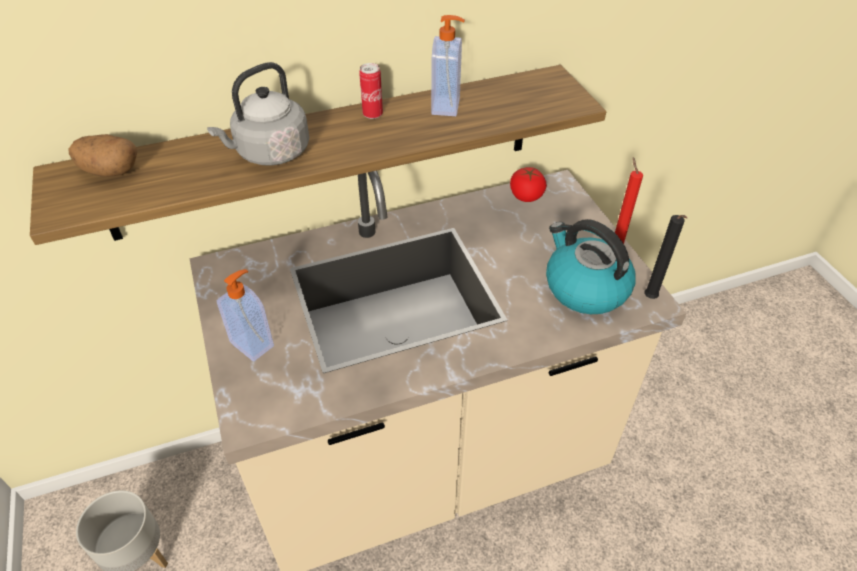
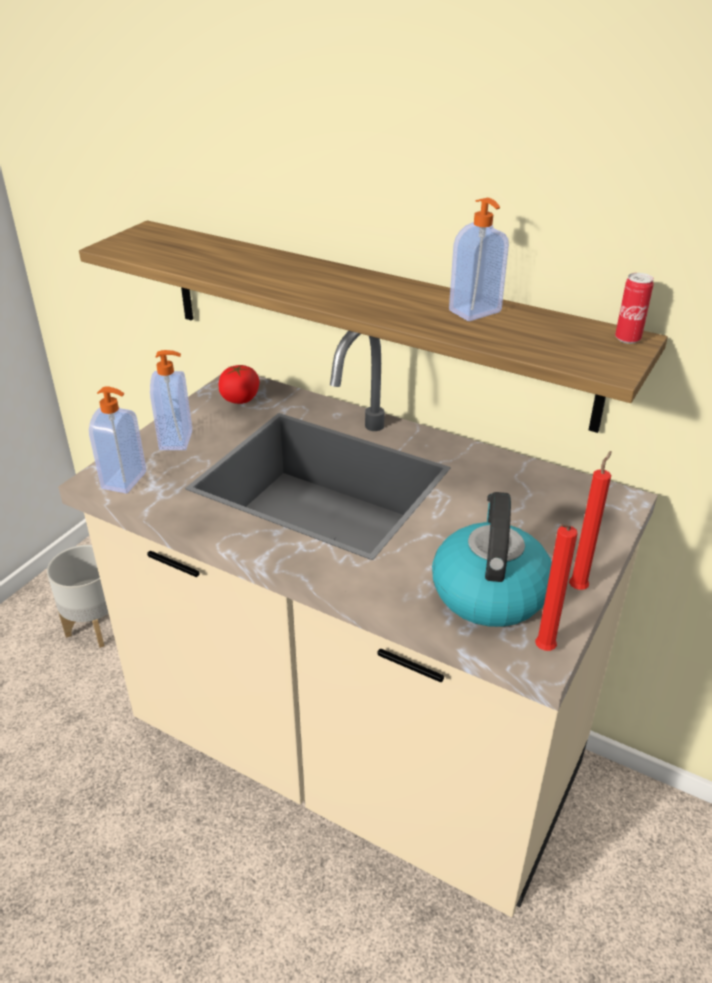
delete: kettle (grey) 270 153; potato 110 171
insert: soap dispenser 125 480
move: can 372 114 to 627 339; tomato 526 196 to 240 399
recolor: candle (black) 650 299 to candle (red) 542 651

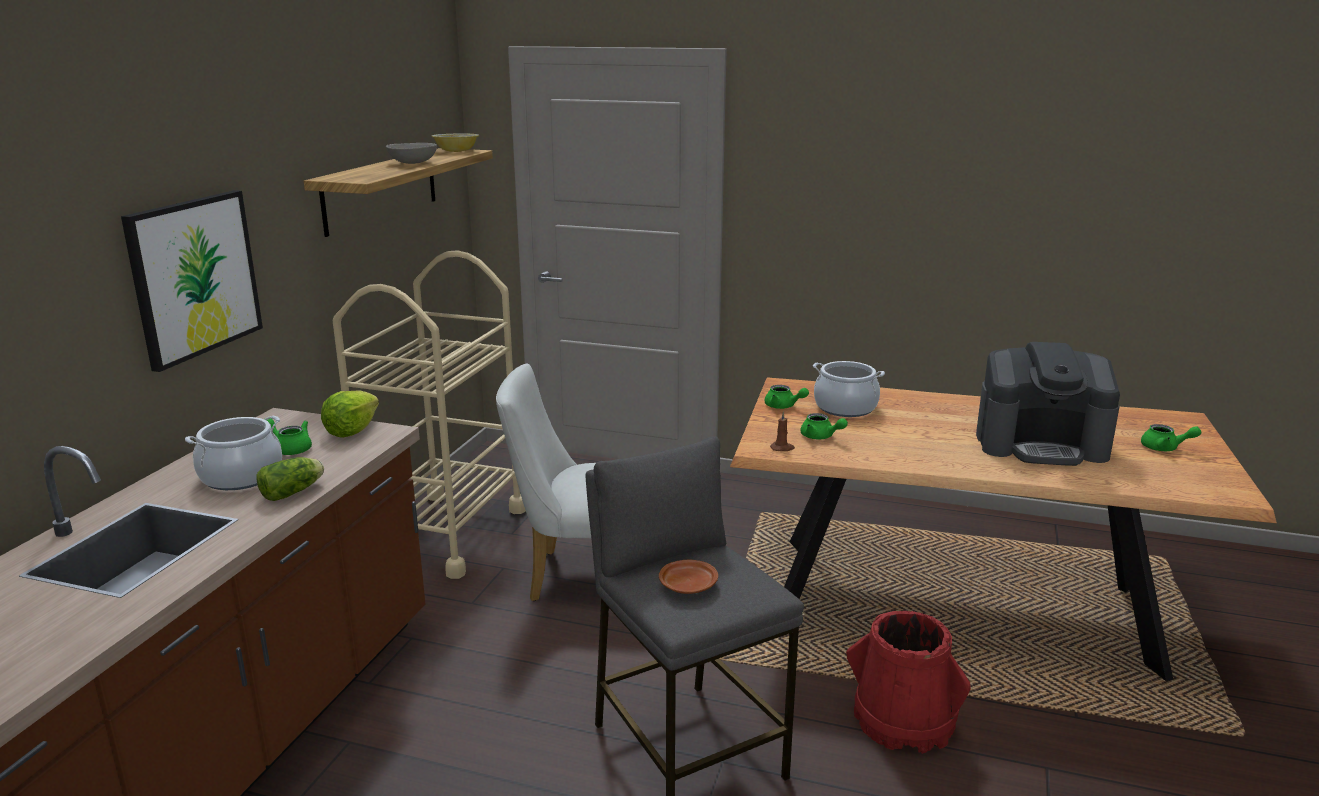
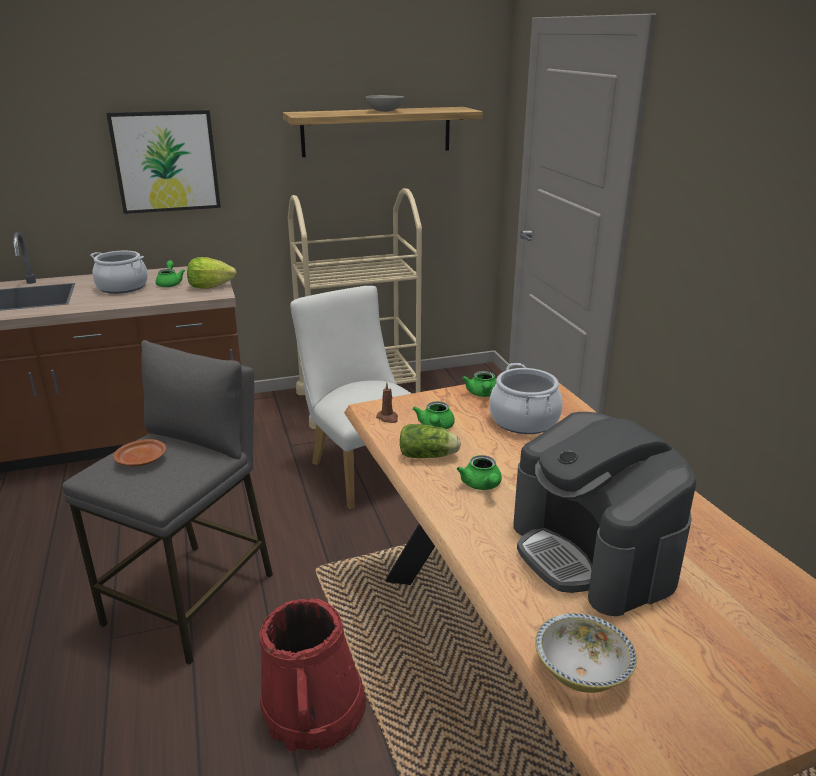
move: bowl 456 151 to 581 672; teapot (green) 1165 448 to 482 485; lettuce 294 492 to 429 456

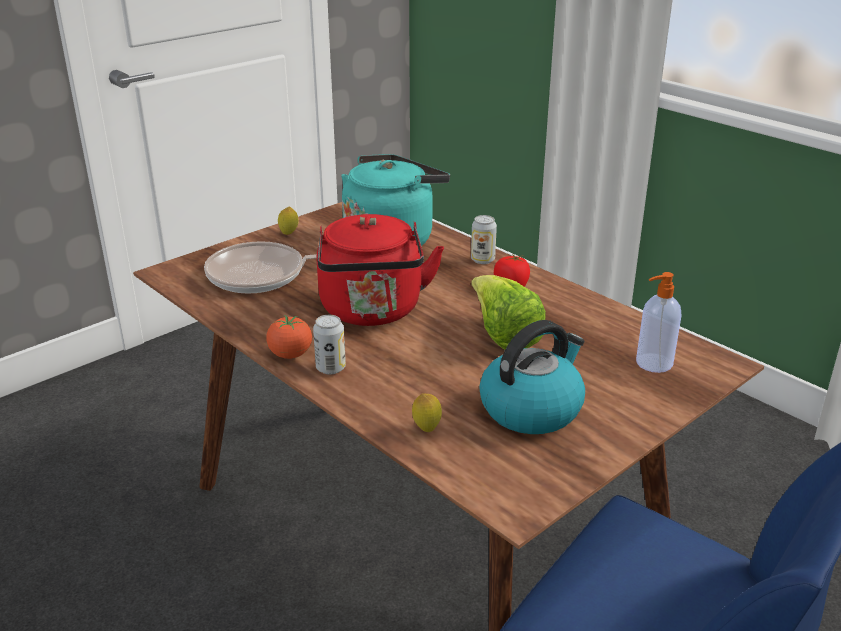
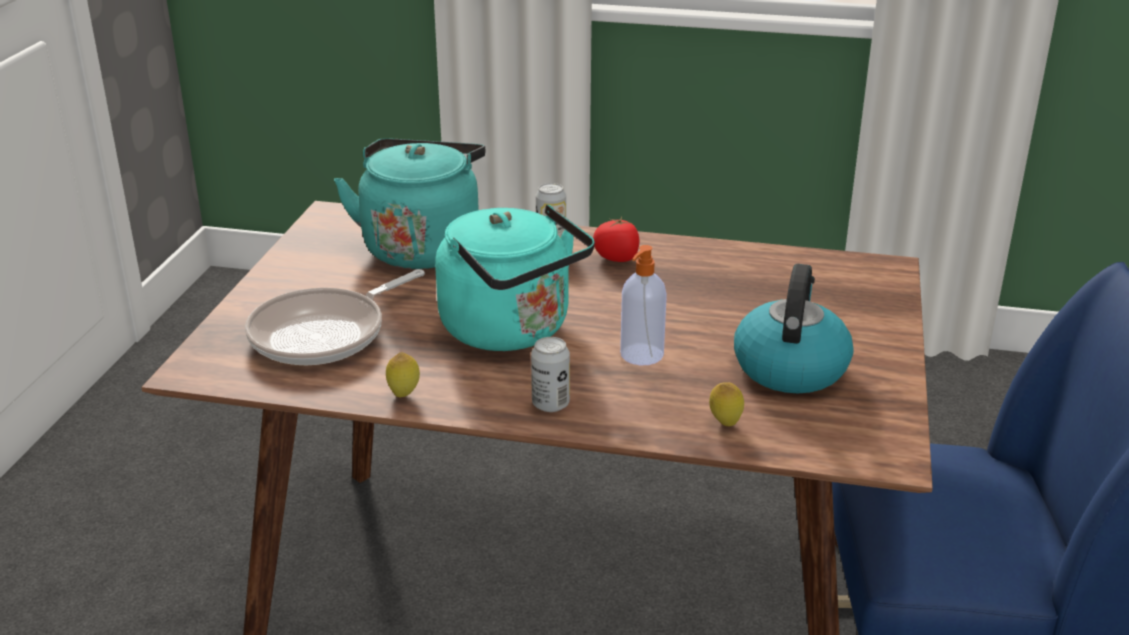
delete: lettuce 503 336; tomato 290 355
move: lemon 289 234 to 404 394; soap dispenser 653 363 to 641 355
recolor: kettle (red) 372 312 to kettle (turquoise) 512 331

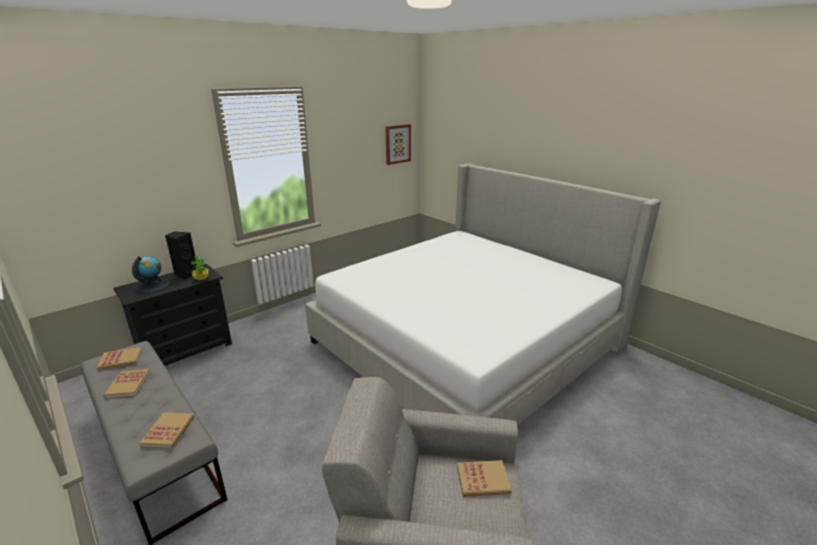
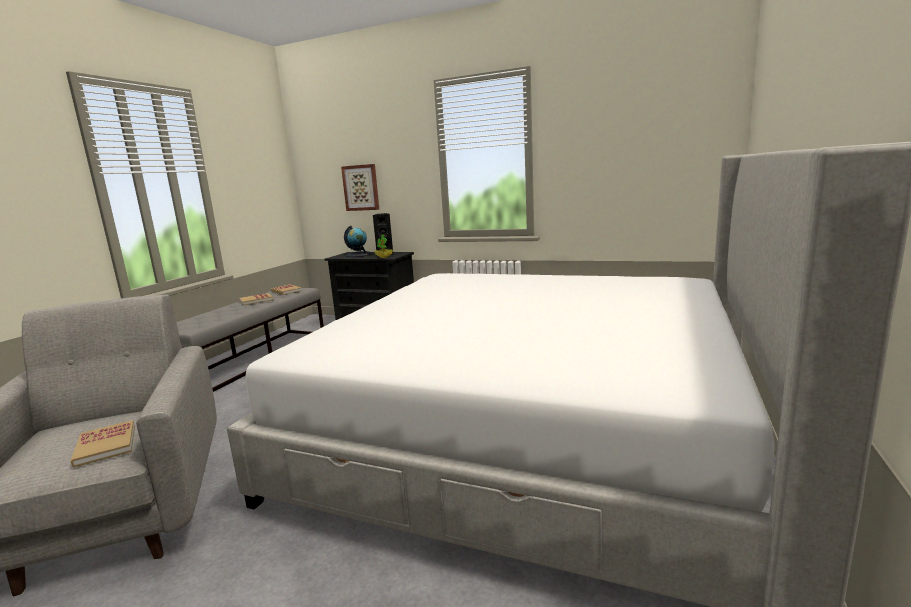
delete: book 168 431
move: picture 397 144 to 361 187

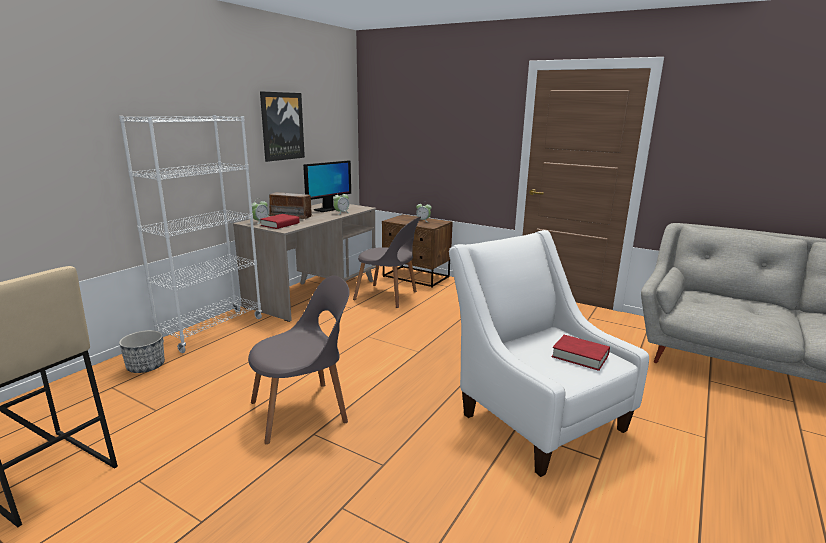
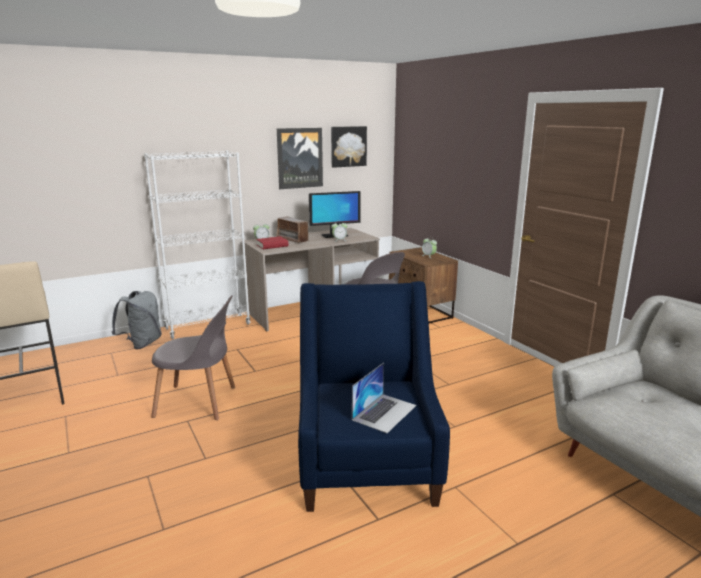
insert: picture 348 146
replace: planter 146 367 to backpack (grey) 142 344; book (red) 580 356 to laptop 384 412
recolor: armchair (white) 534 416 to armchair (blue) 367 463

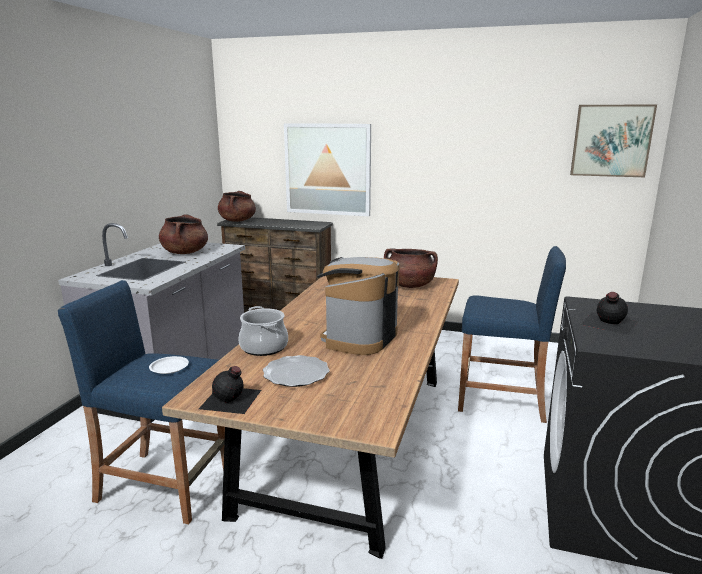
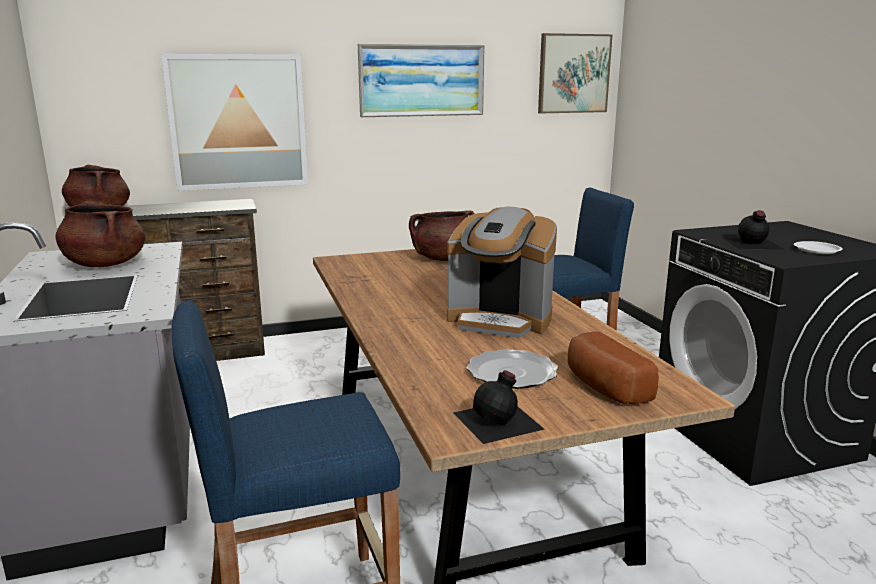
delete: cooking pot 263 347
insert: picture 421 80; bread 603 387
move: plate (white) 169 367 to 816 250
rotate: coffee machine 358 338 = 500 320 60 degrees counterclockwise

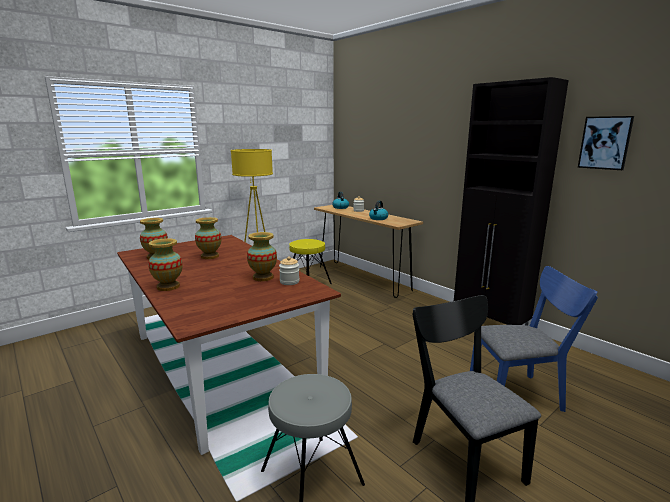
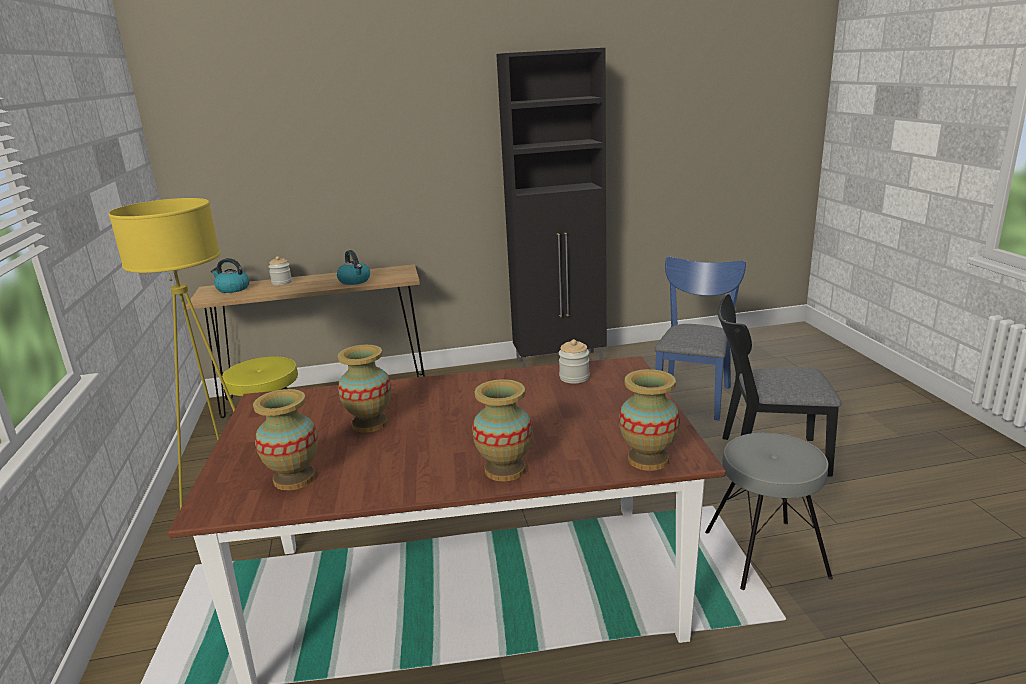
delete: picture 605 143
move: vase 263 277 to 648 459

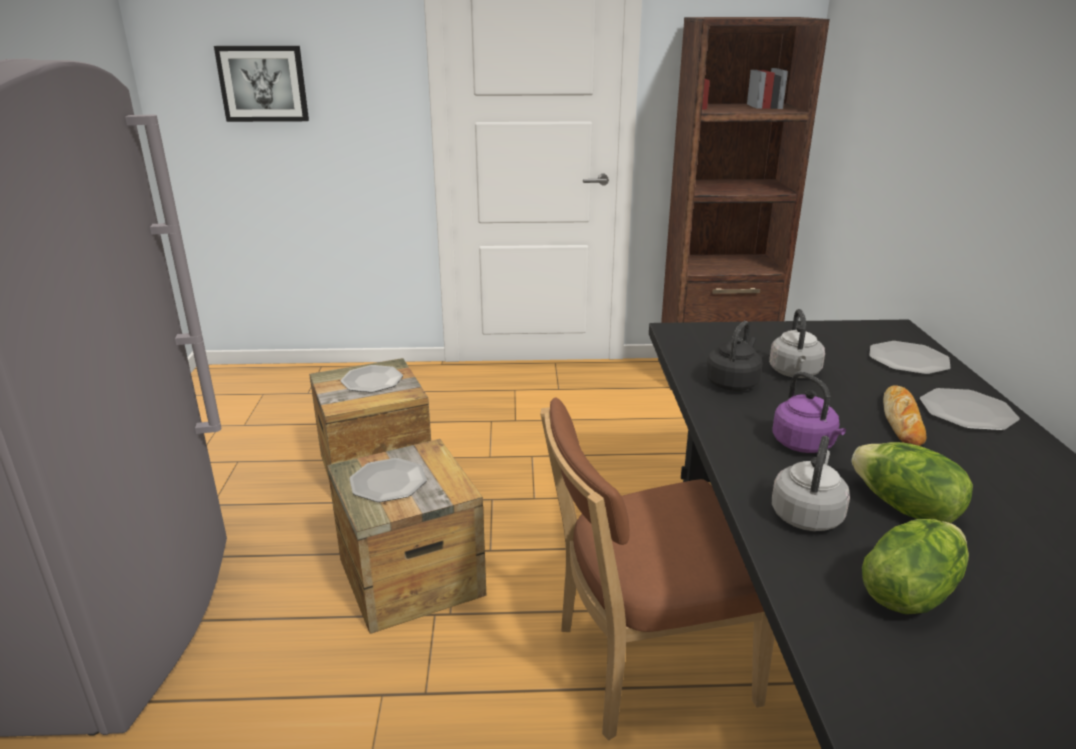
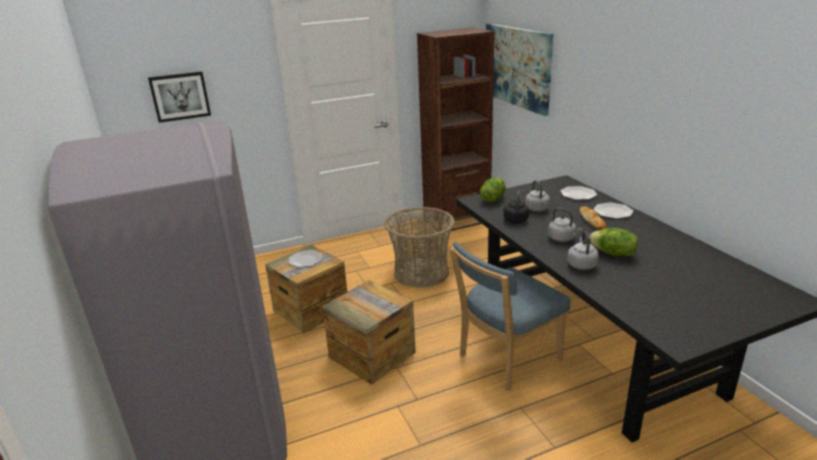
delete: plate 388 482
insert: picture 517 67; basket 421 272
move: lettuce 908 592 to 493 199
recolor: kettle (purple) 805 445 to kettle (grey) 562 239; chair (brown) 644 666 to chair (blue) 506 359

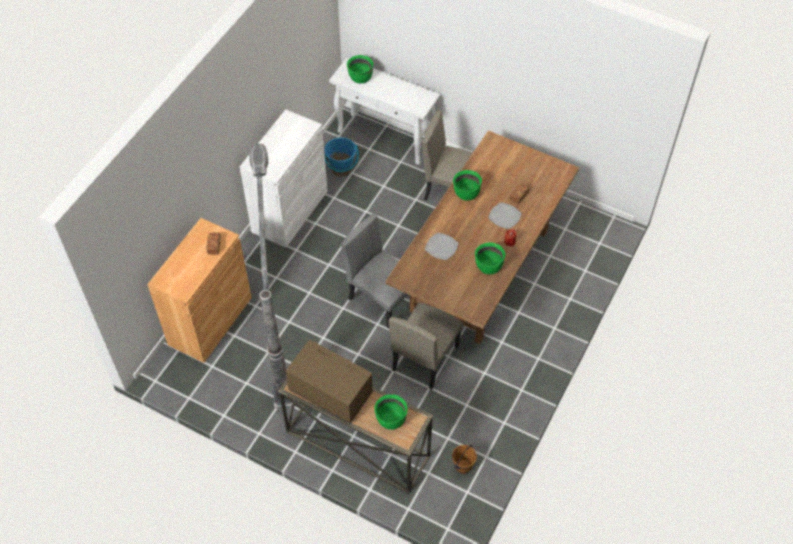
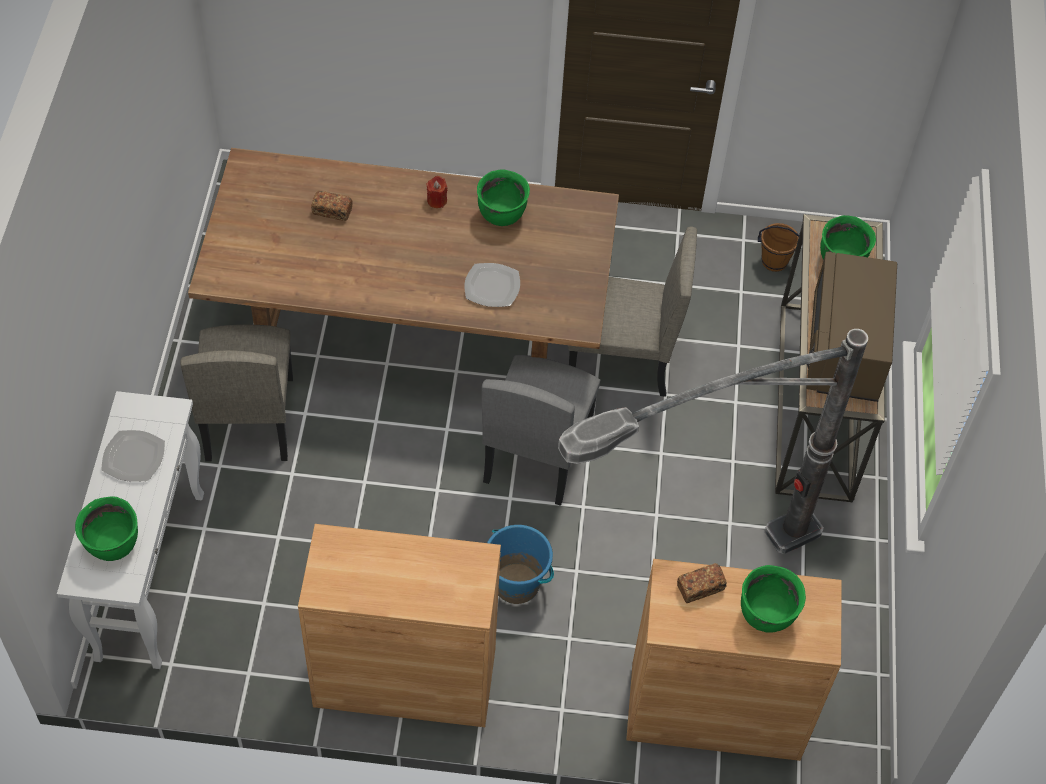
move: bucket (blue) 341 168 to 517 584; cooking pot (green) 466 194 to 767 615; plate 504 217 to 134 457
recolor: cabinet (white) 290 211 to cabinet (brown) 405 678

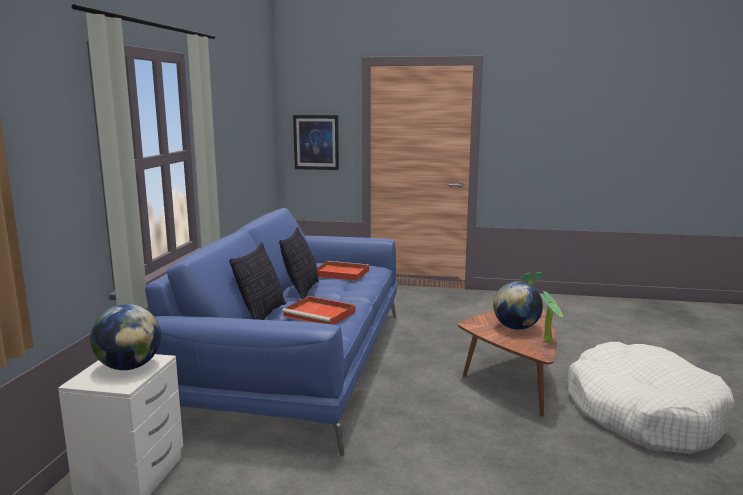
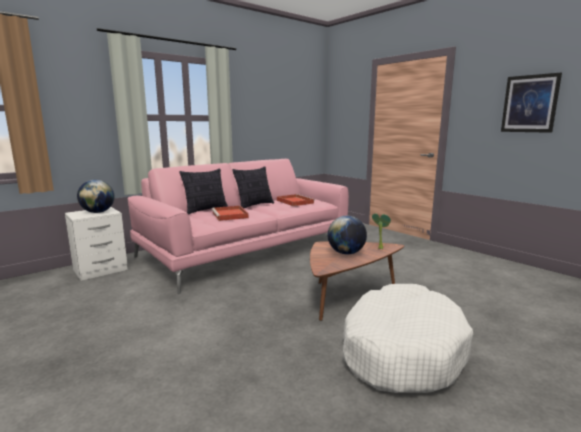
delete: potted plant 549 341
move: picture 316 142 to 529 104
recolor: sofa (blue) 299 362 to sofa (pink) 248 250

